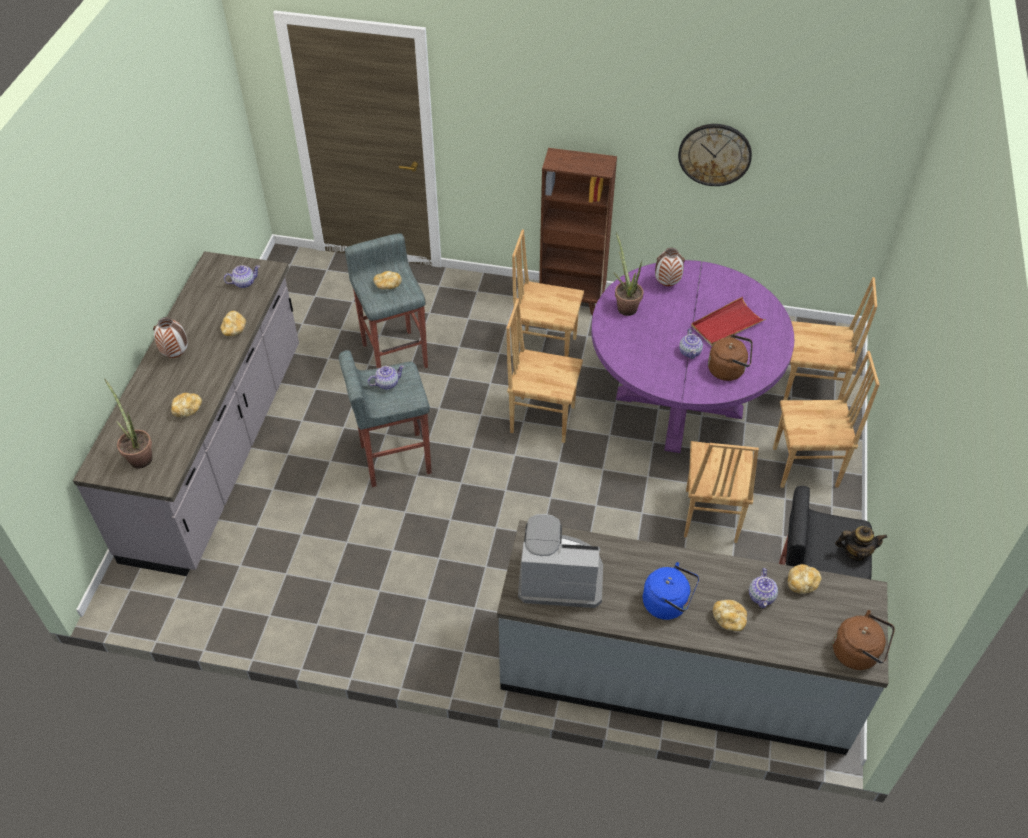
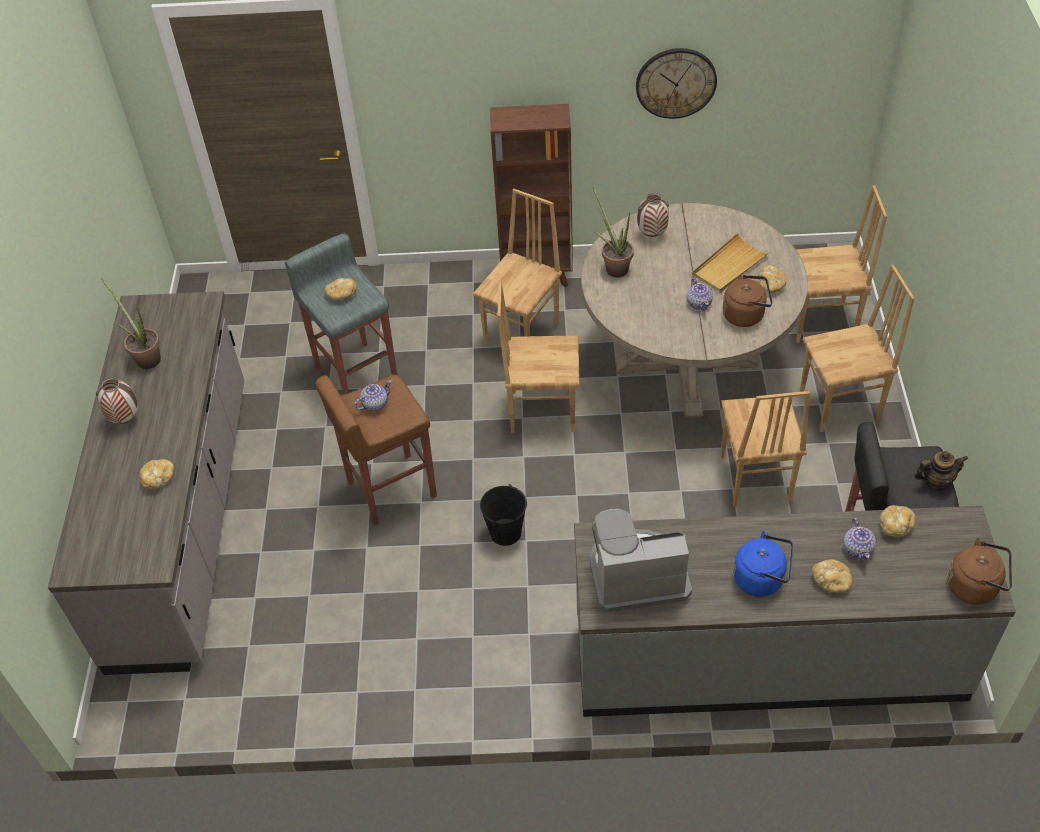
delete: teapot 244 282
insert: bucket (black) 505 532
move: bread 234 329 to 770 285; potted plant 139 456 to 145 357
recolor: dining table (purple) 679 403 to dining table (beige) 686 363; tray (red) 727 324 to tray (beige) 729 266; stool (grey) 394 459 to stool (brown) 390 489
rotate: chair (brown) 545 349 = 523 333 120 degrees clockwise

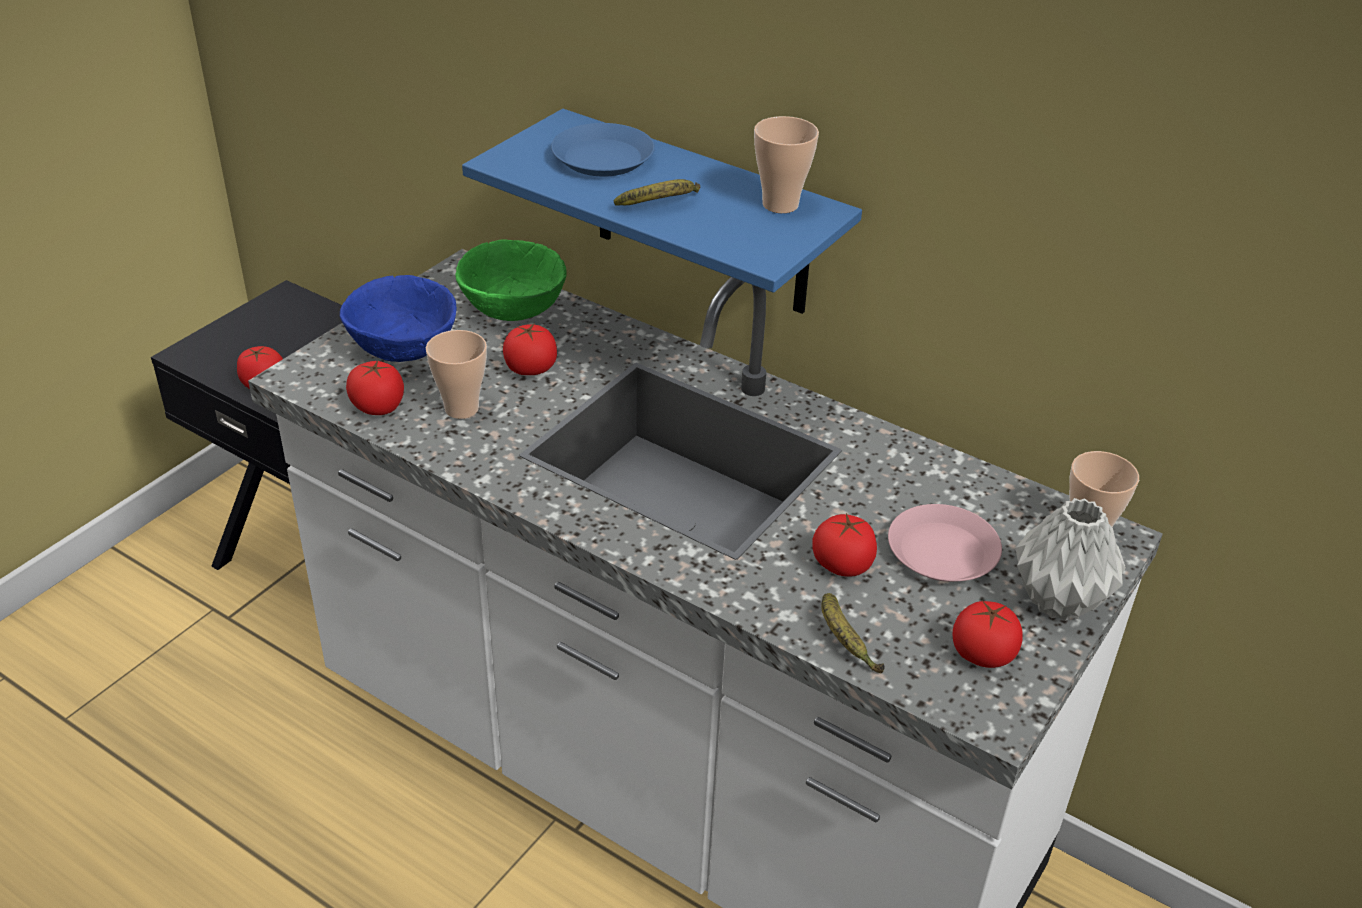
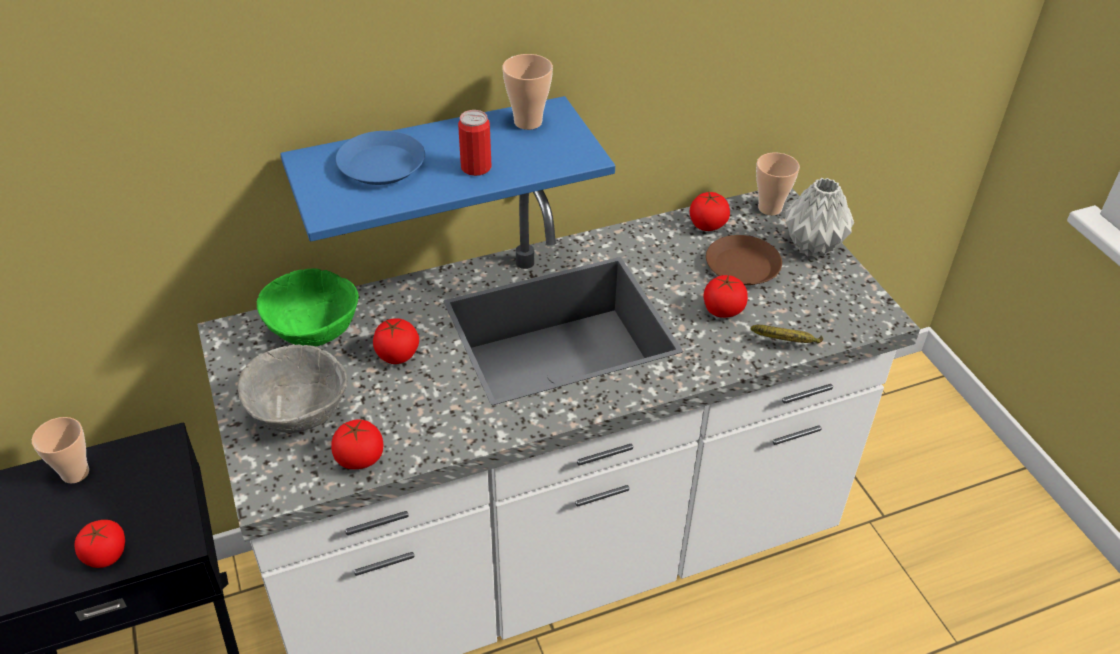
move: cup 461 409 to 75 473; tomato 982 654 to 707 225
replace: banana 662 205 to can 476 167
recolor: bowl (blue) 404 348 to bowl (grey) 298 412; plate (pink) 943 552 to plate (brown) 742 266

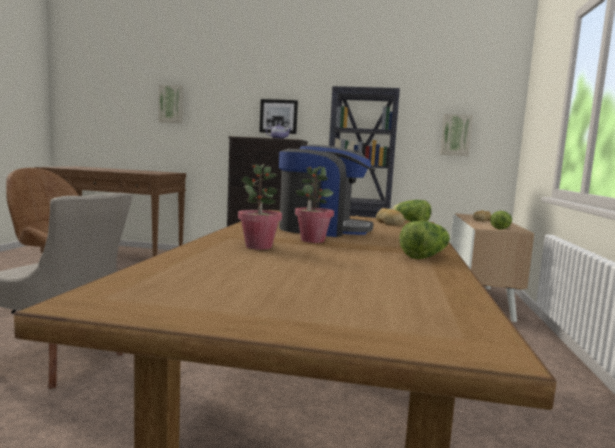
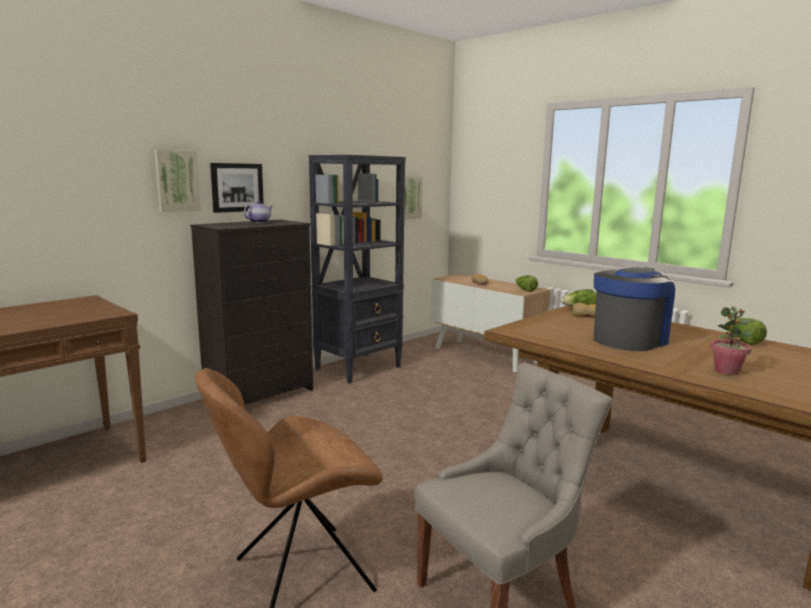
delete: potted plant 312 240
move: picture 171 104 to 176 181

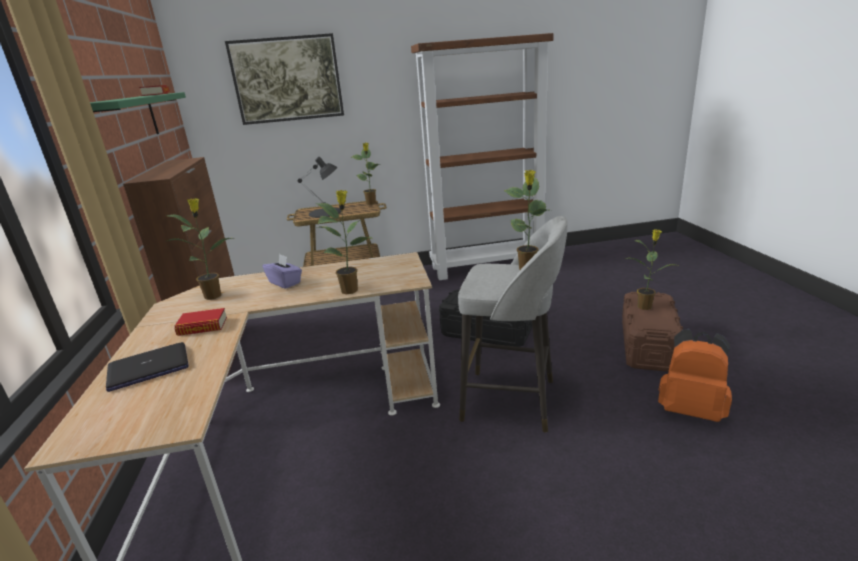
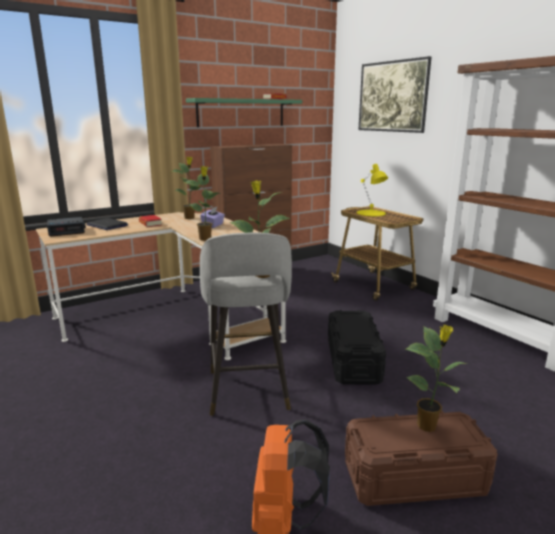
delete: potted plant 371 203
insert: alarm clock 67 231
recolor: table lamp (black) 325 213 to table lamp (yellow) 371 213

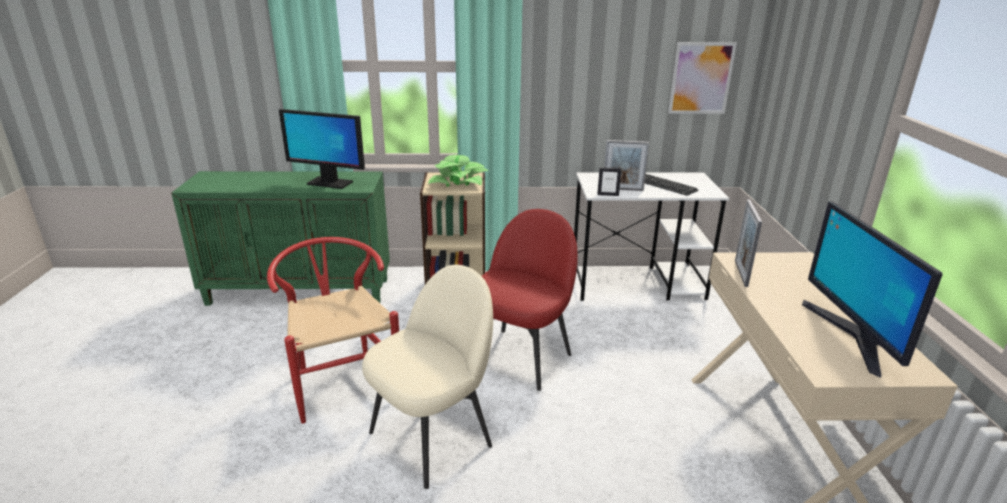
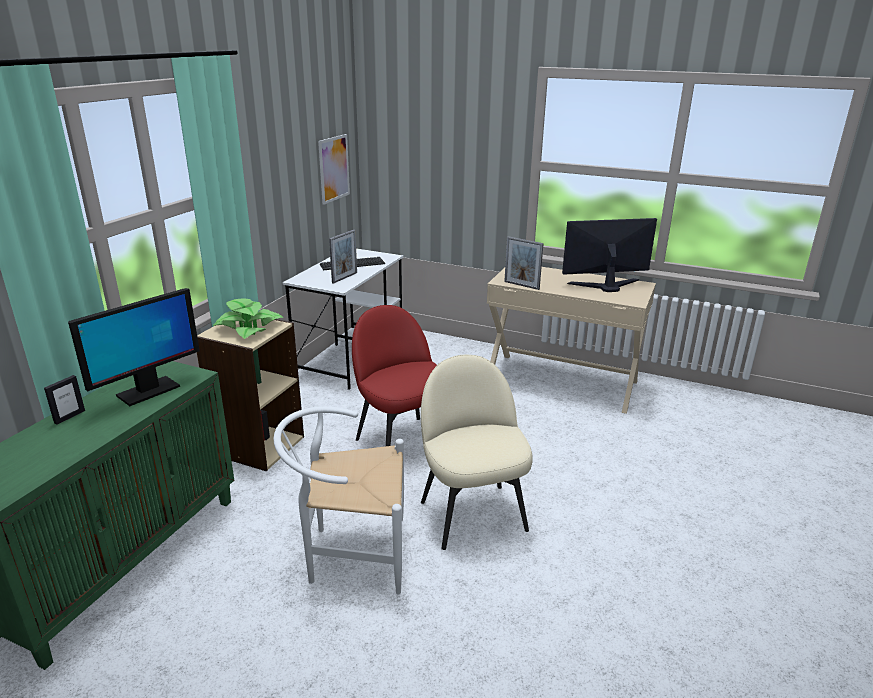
move: picture frame 608 195 to 69 417
recolor: chair (red) 342 379 to chair (white) 349 554
rotate: monitor 852 336 = 606 285 150 degrees clockwise

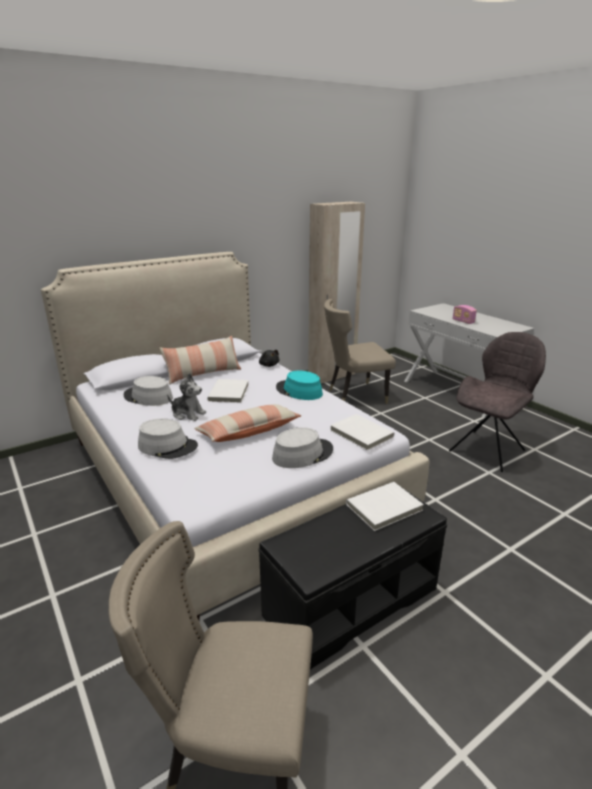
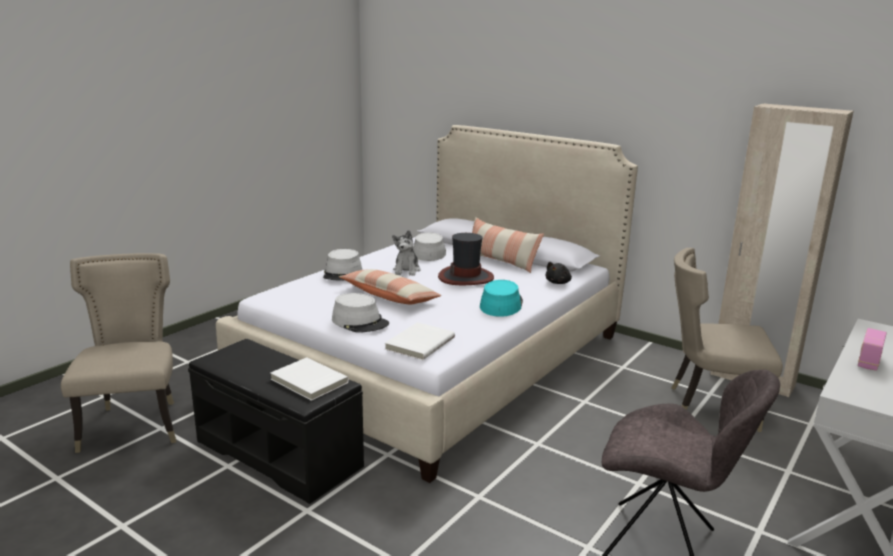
replace: book (white) 230 392 to hat 466 277
rotate: chair (beige) 354 395 = 709 405 45 degrees counterclockwise

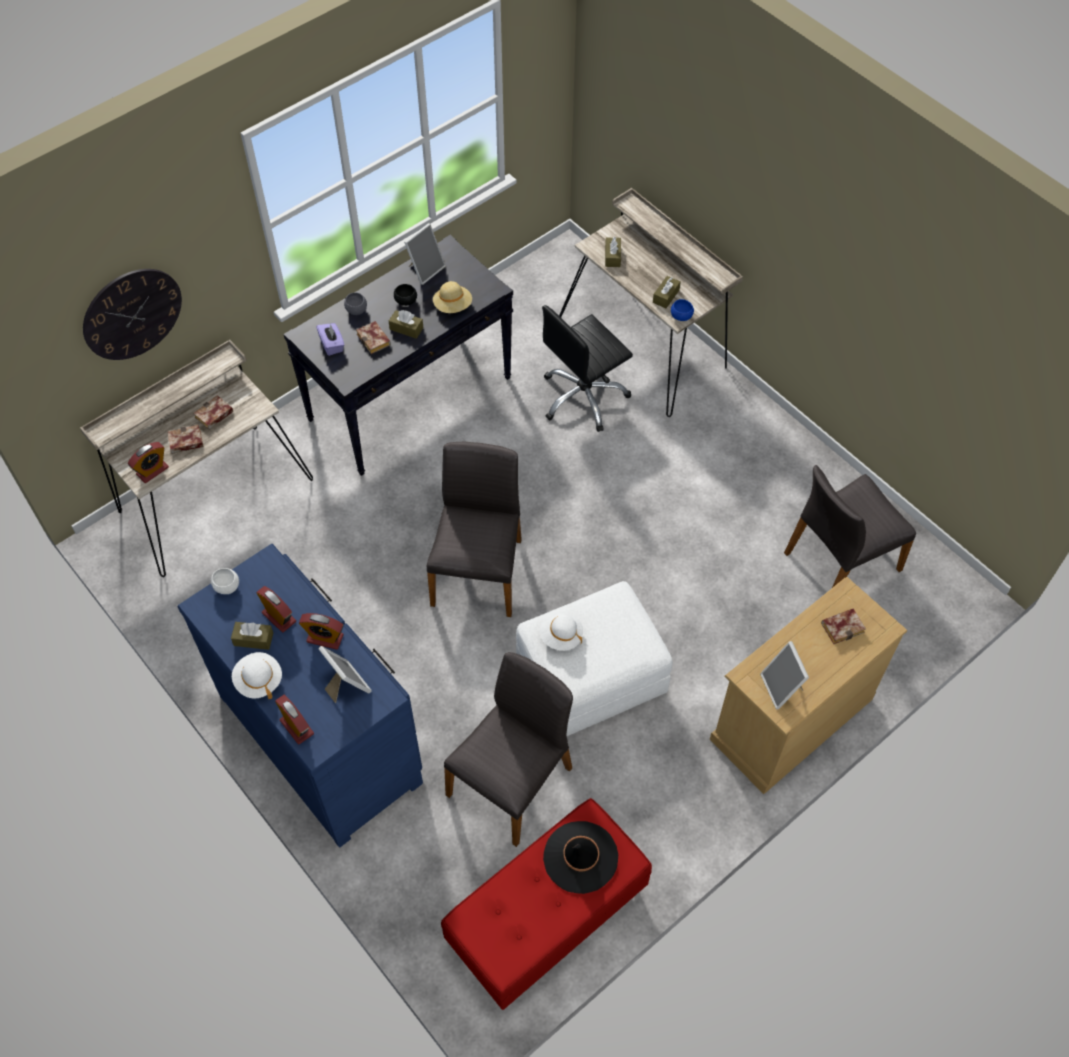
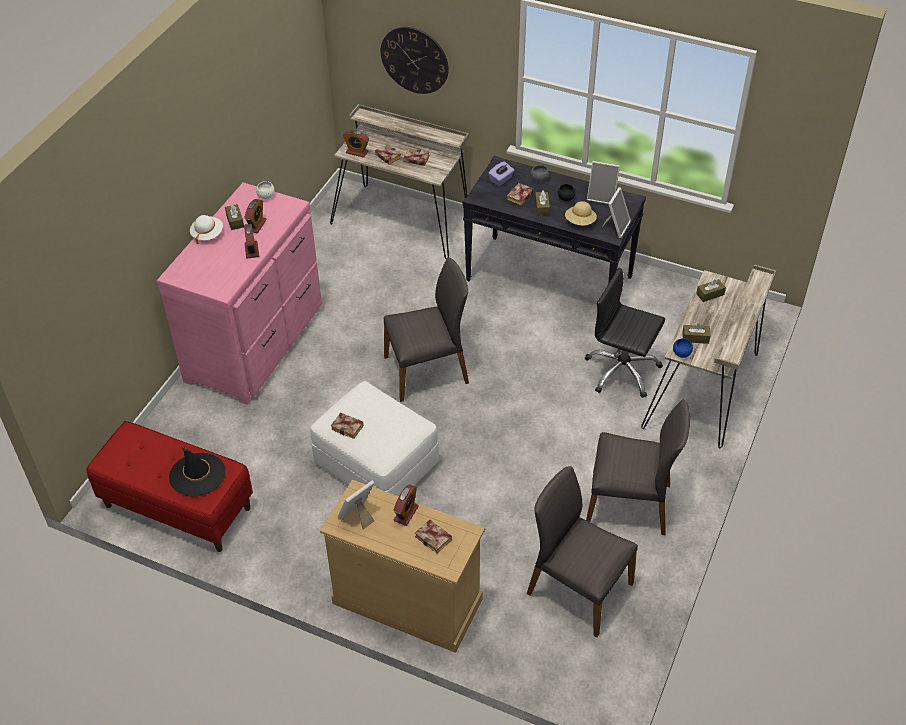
delete: hat (white) 561 636
insert: book 349 427
move: picture frame 346 685 to 616 227; chair (grey) 512 781 to 629 503; alarm clock 297 727 to 406 513
recolor: dresser (blue) 322 736 to dresser (pink) 257 342

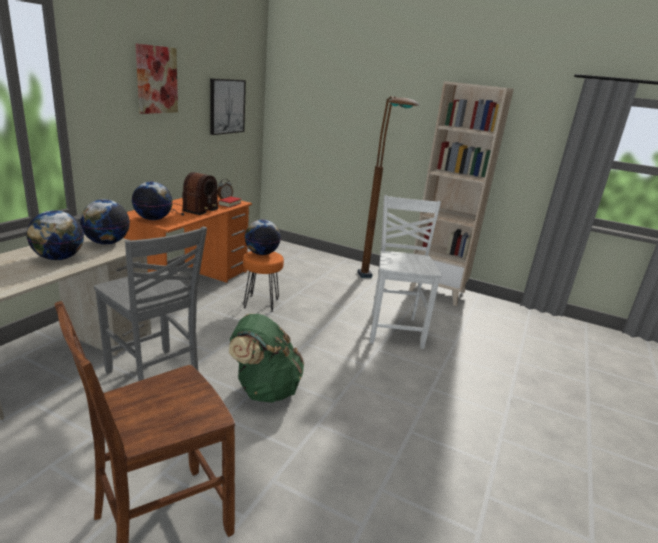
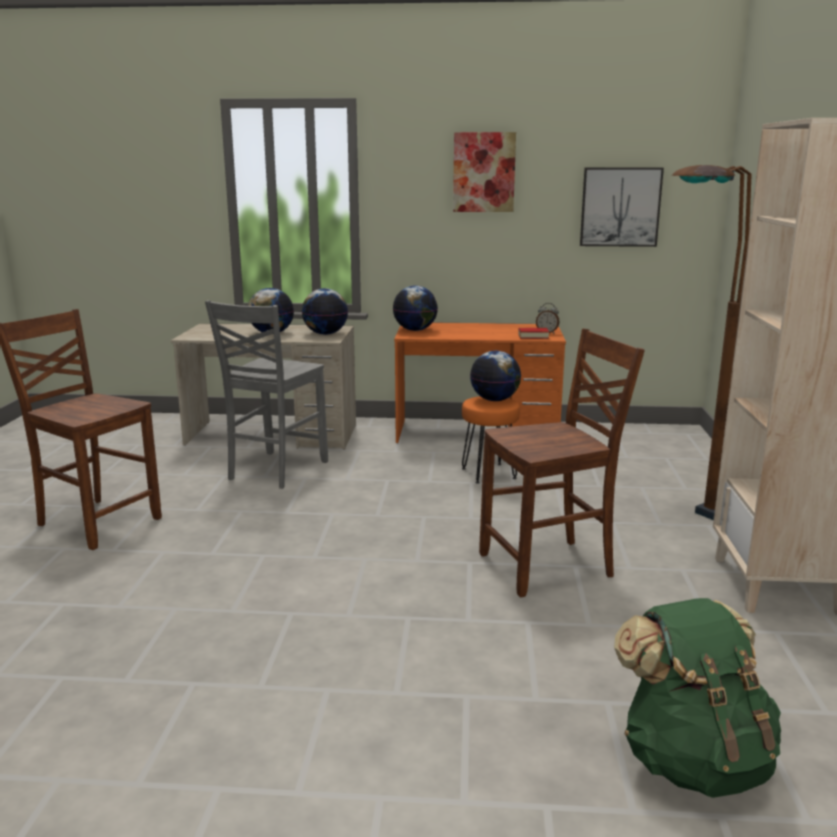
delete: radio 190 210
move: backpack (green) 264 389 to 693 760
recolor: chair (white) 395 330 to chair (brown) 549 566

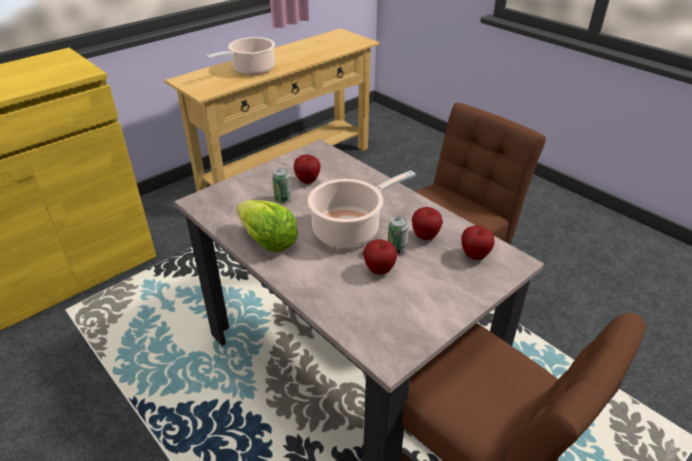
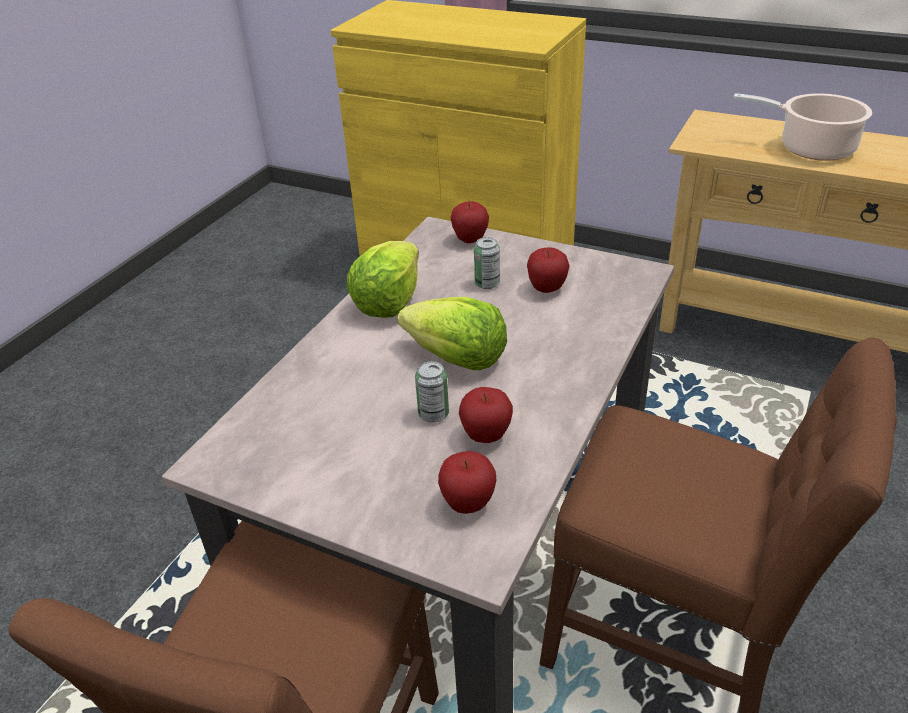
move: apple 379 270 to 470 240
replace: cooking pot 350 229 to lettuce 456 358

